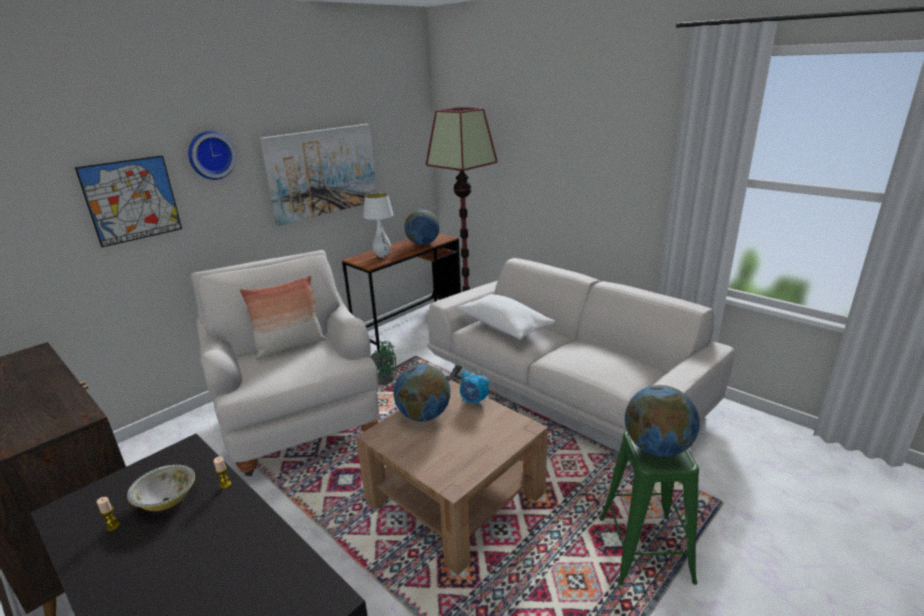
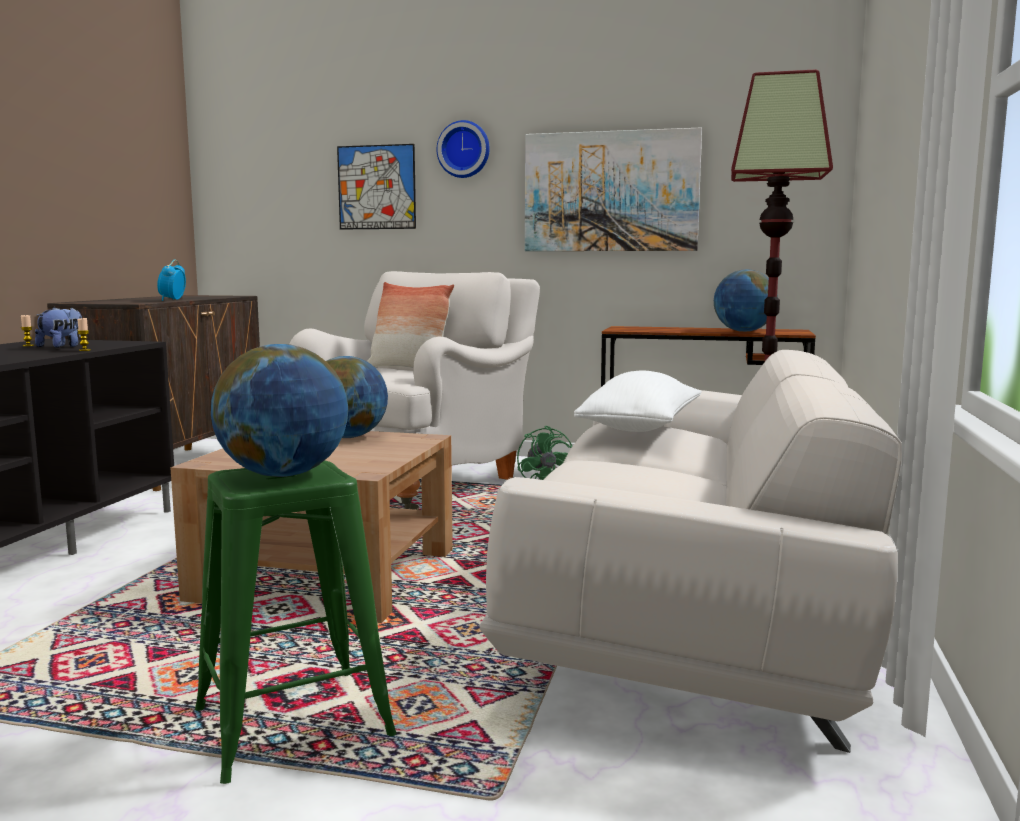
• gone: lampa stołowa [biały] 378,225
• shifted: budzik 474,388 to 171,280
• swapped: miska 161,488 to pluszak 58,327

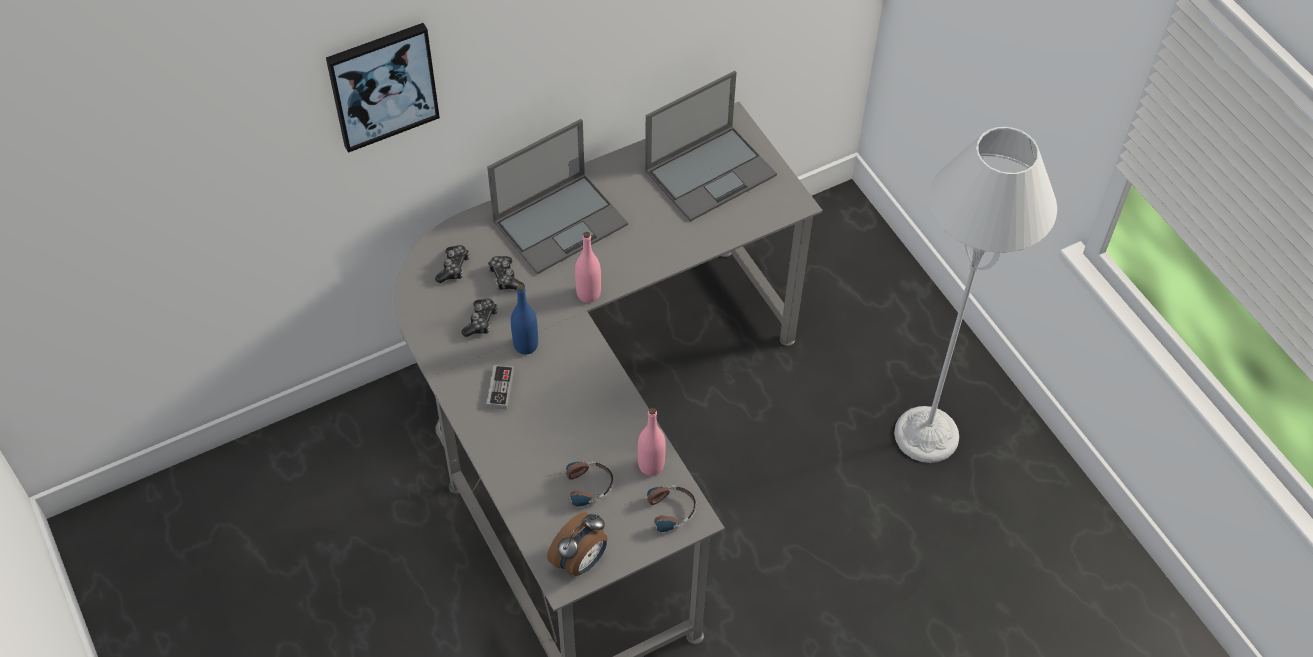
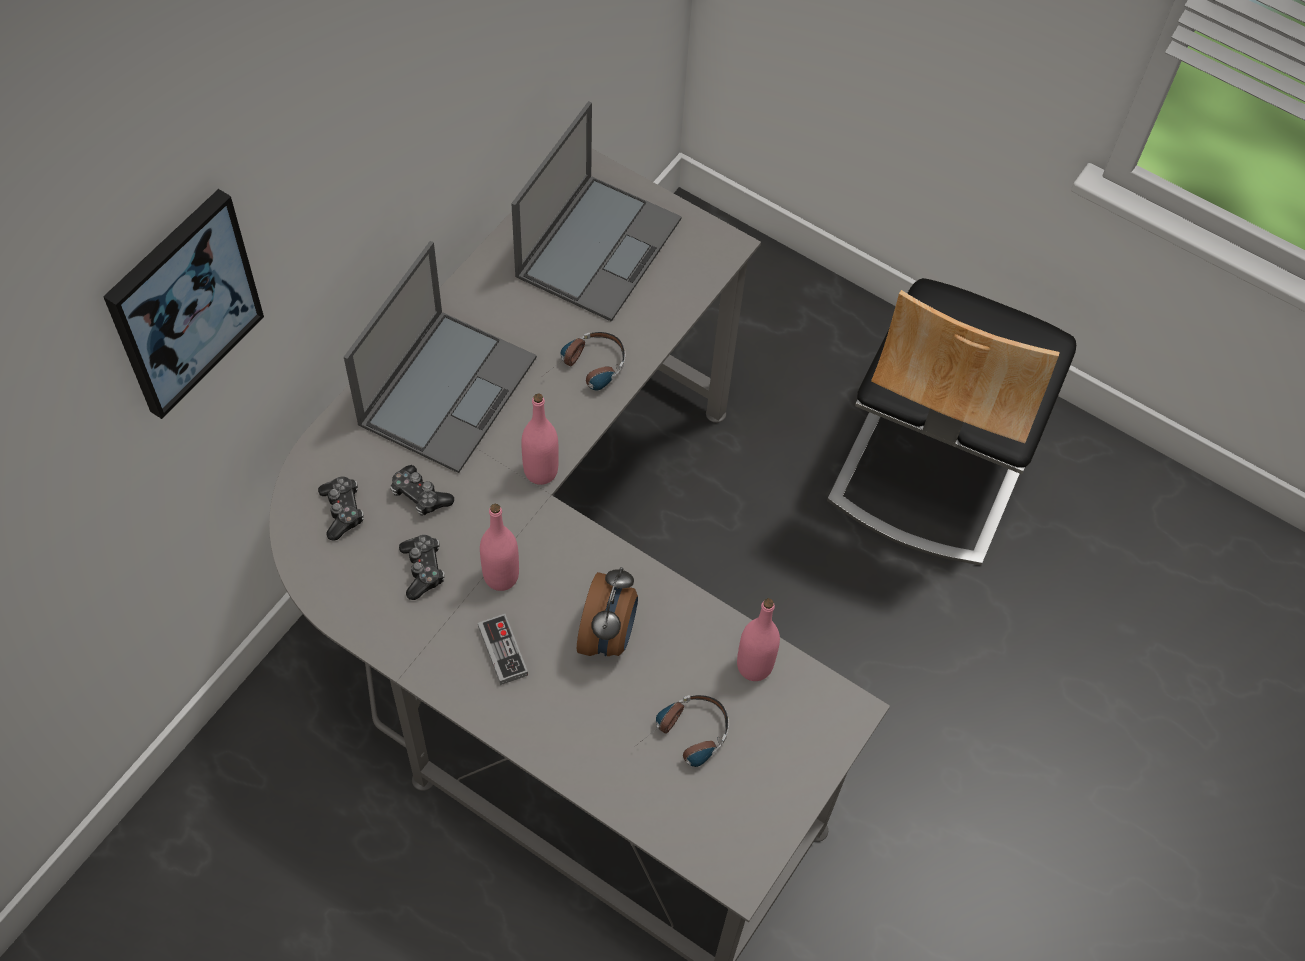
• swapped: lampa stojąca [szary] 975,295 to krzesło 951,421
• repainted: butelka [niebieski] 524,319 to butelka [różowy] 499,547
• shifted: słuchawki 661,508 to 585,361
• shifted: budzik 577,544 to 607,611

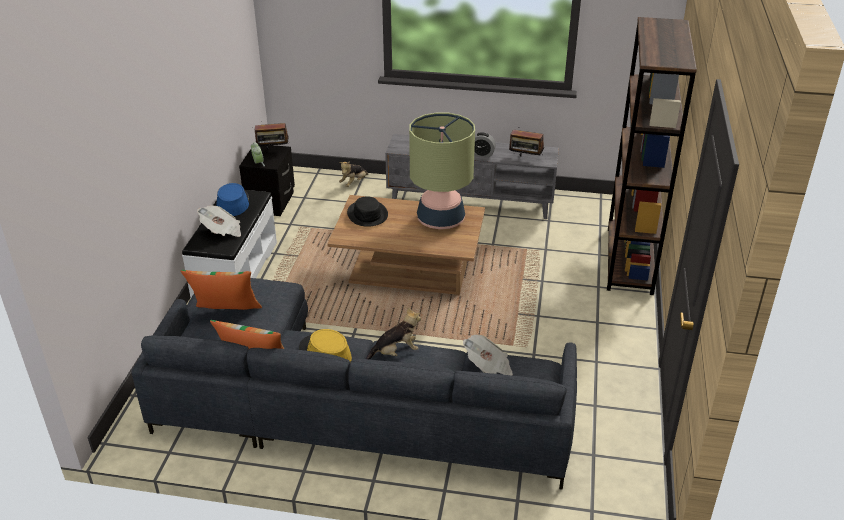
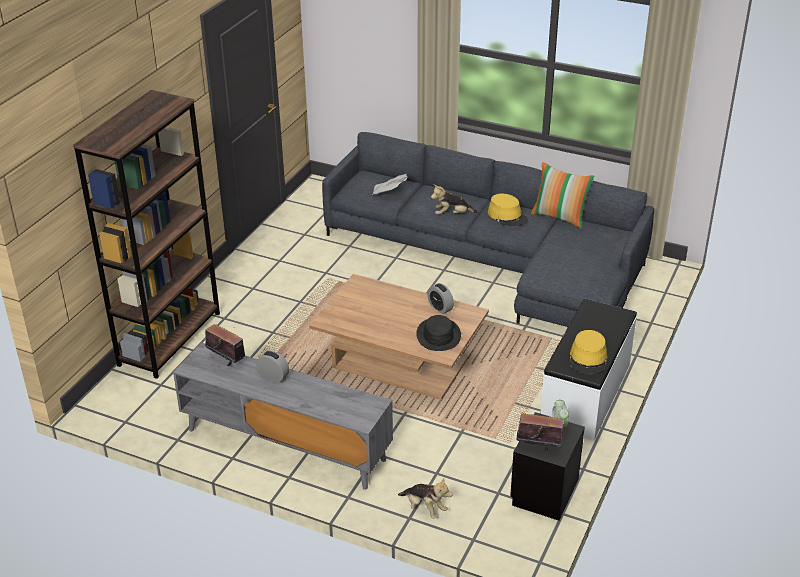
• gone: lampa stołowa 442,171
• rotated: pluszak 354,174 = 425,498 75 degrees clockwise
• repainted: kapelusz [niebieski] 232,199 to kapelusz [żółty] 589,352
• gone: gazeta 219,221
• gone: poduszka 221,290
• new: budzik 440,298

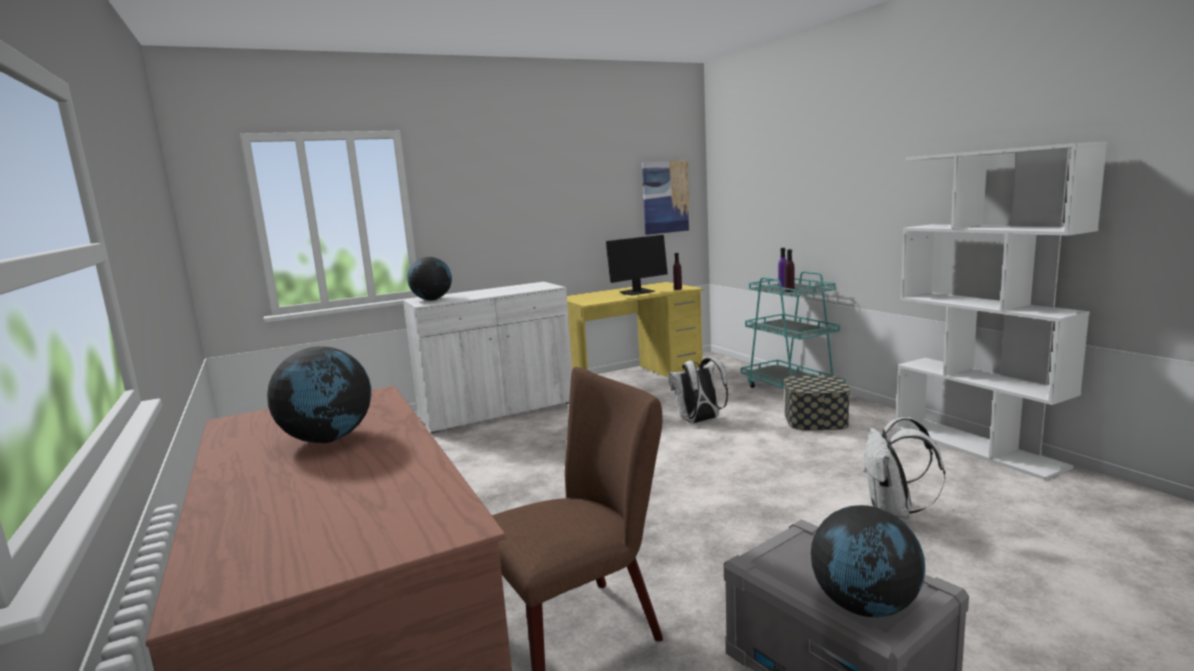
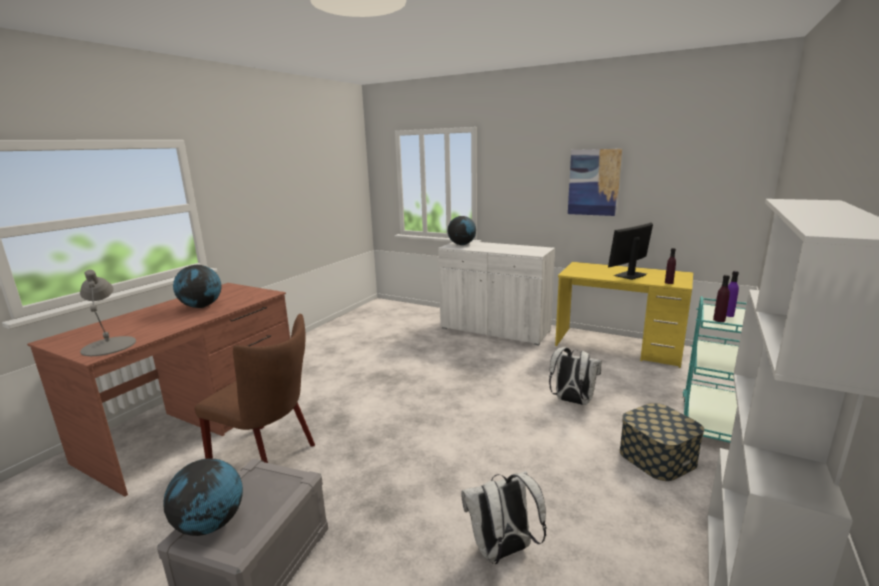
• shifted: obraz 666,197 to 595,182
• rotated: monitor 637,265 = 630,251 120 degrees clockwise
• new: lampa stołowa [szary] 108,313

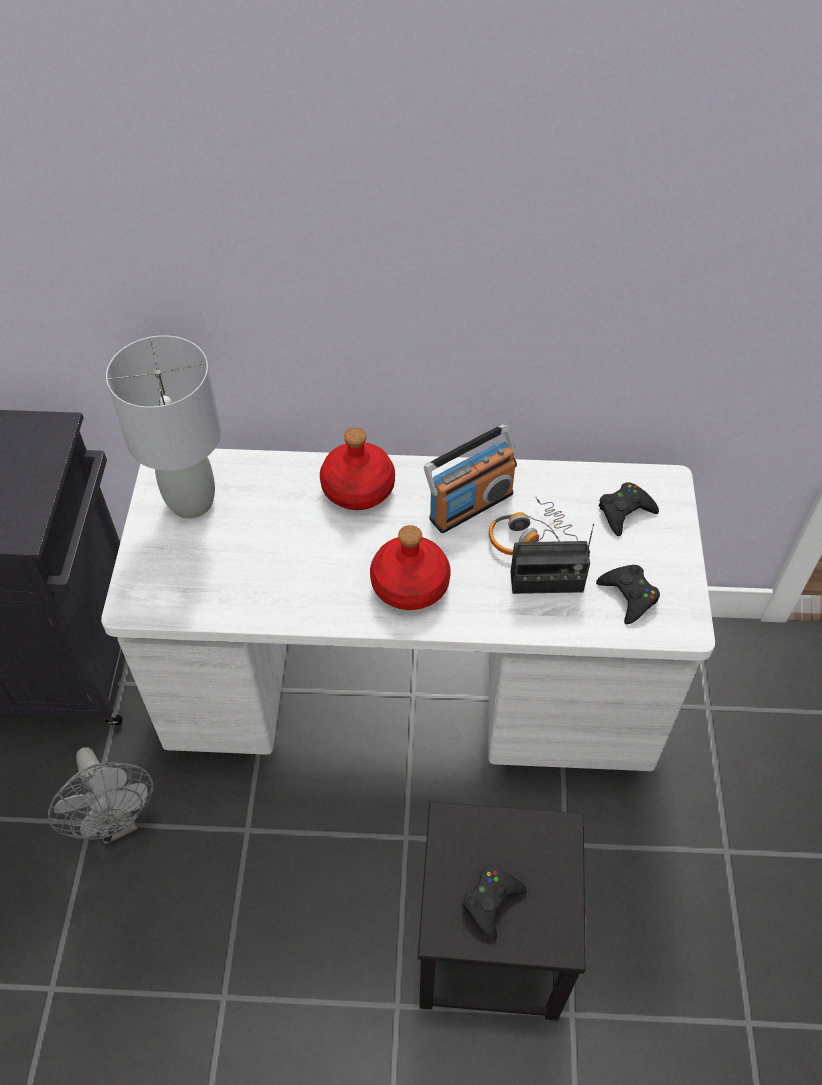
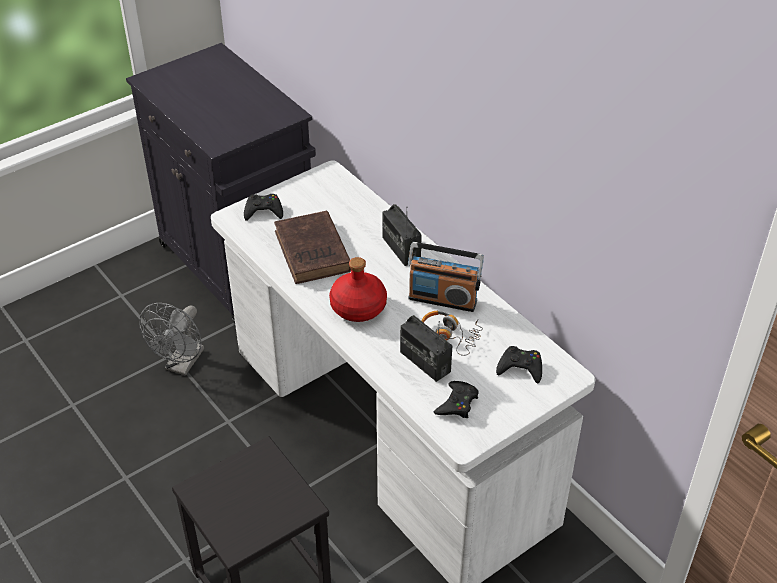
• gone: lampa stołowa [szary] 163,426
• swapped: butelka [czerwony] 357,469 to radio 402,235
• shifted: pad do gier [czarny] 494,904 to 263,207
• new: książka [brązowy] 312,247

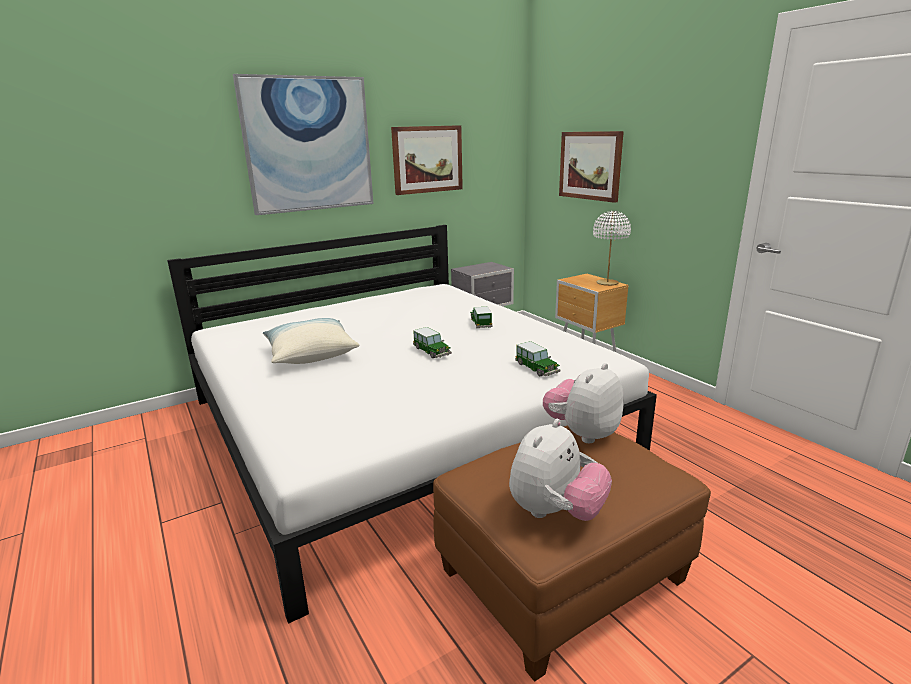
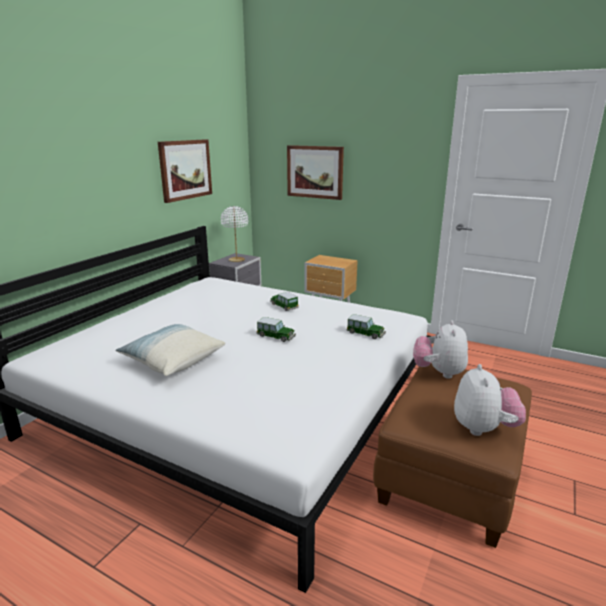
• gone: obraz 303,144
• shifted: lampa stołowa [biały] 612,248 to 234,234

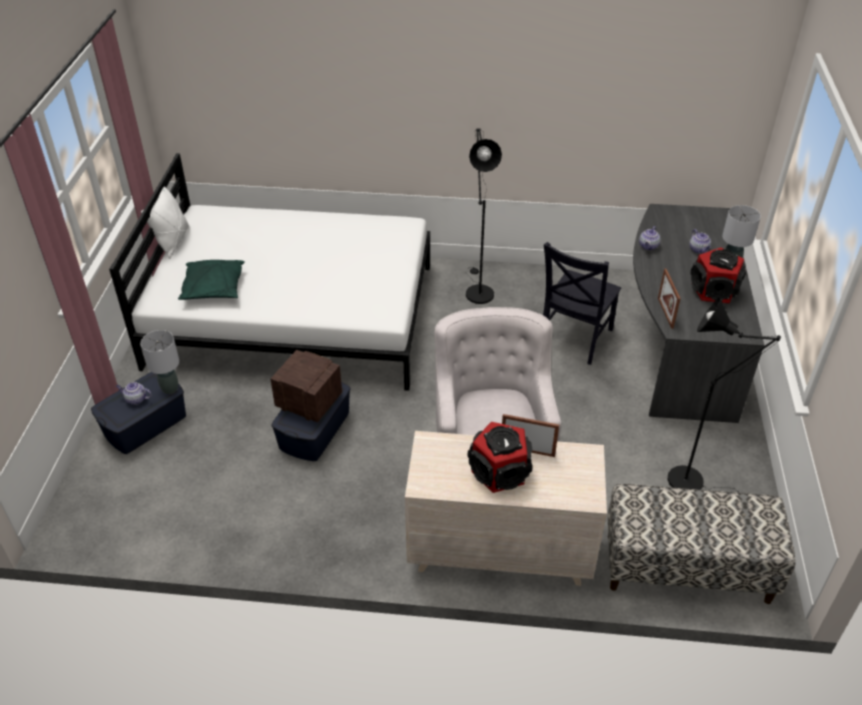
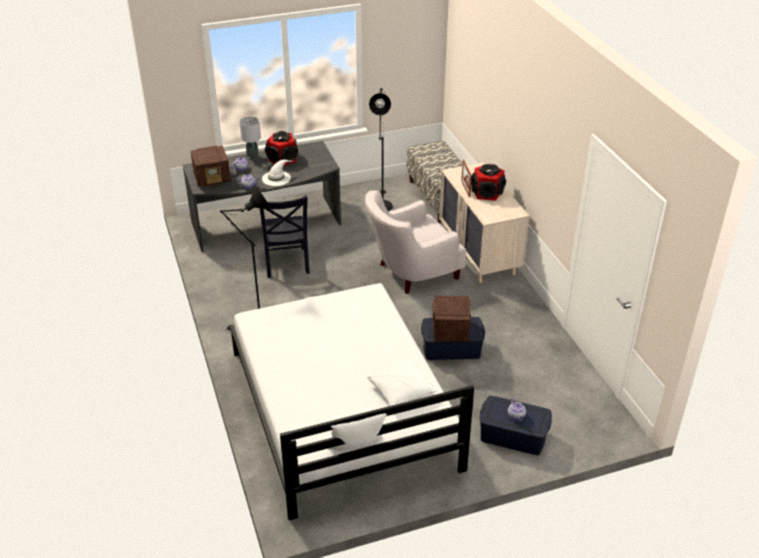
• rotated: krzesło [czarny] 582,303 = 285,236 75 degrees clockwise
• repainted: poduszka [zielony] 211,280 to poduszka [biały] 402,382
• gone: ramka na zdjęcie 669,298
• gone: lampa stołowa [szary] 160,362
• new: radio 211,166
• new: kapelusz [biały] 277,173

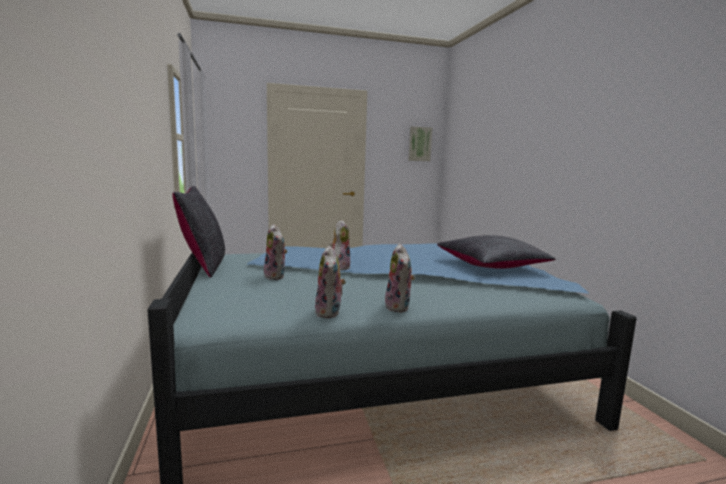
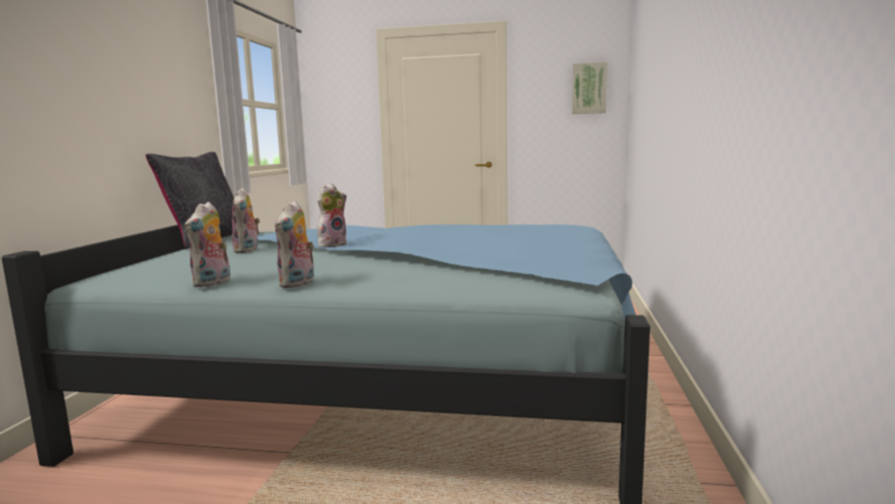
• gone: poduszka [czarny] 496,252

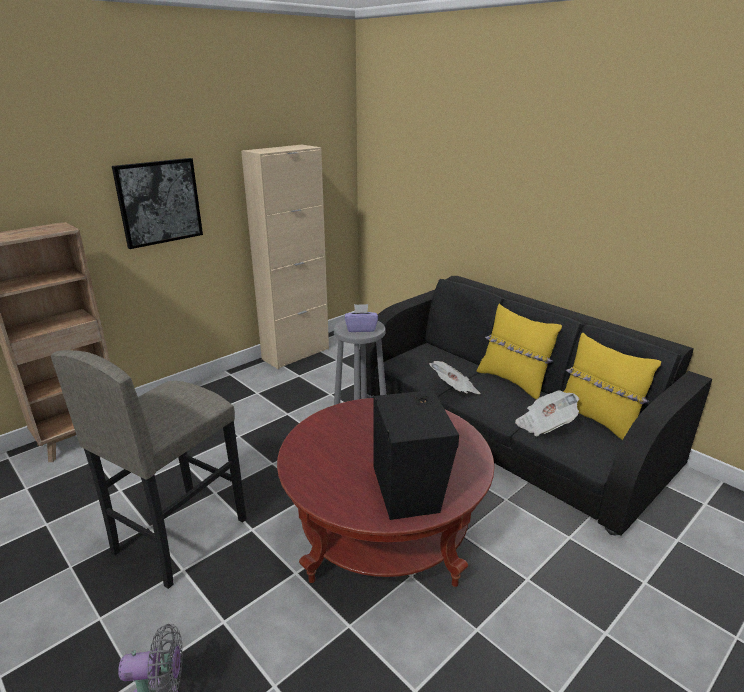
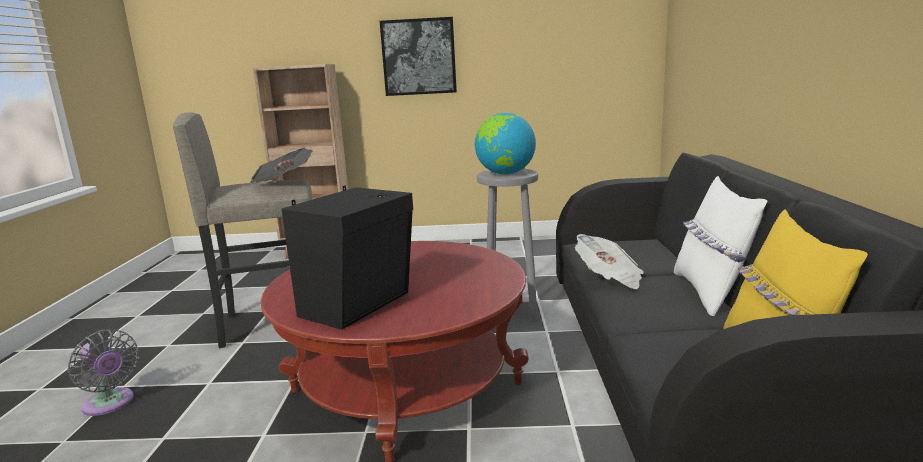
• gone: szafka [beżowy] 285,257
• repainted: poduszka [żółty] 519,351 to poduszka [biały] 720,246
• swapped: pudełko chusteczek [fioletowy] 361,318 to globus 505,144
• shifted: gazeta 547,413 to 280,165

